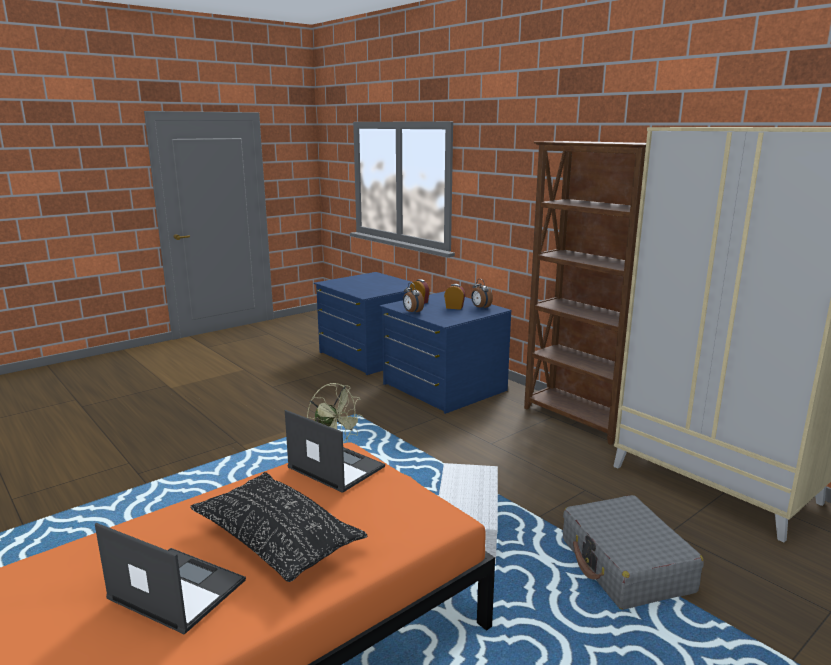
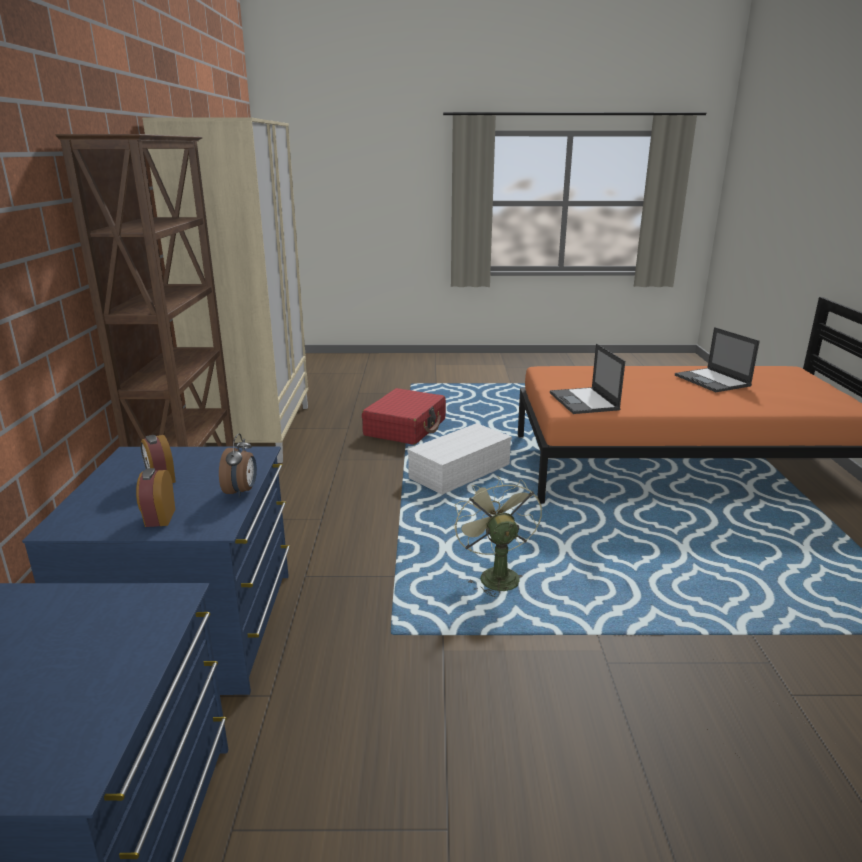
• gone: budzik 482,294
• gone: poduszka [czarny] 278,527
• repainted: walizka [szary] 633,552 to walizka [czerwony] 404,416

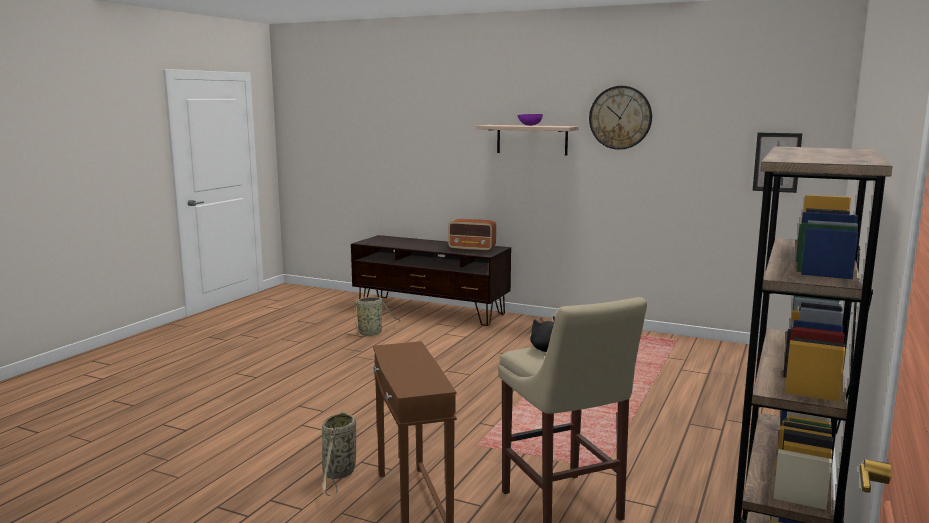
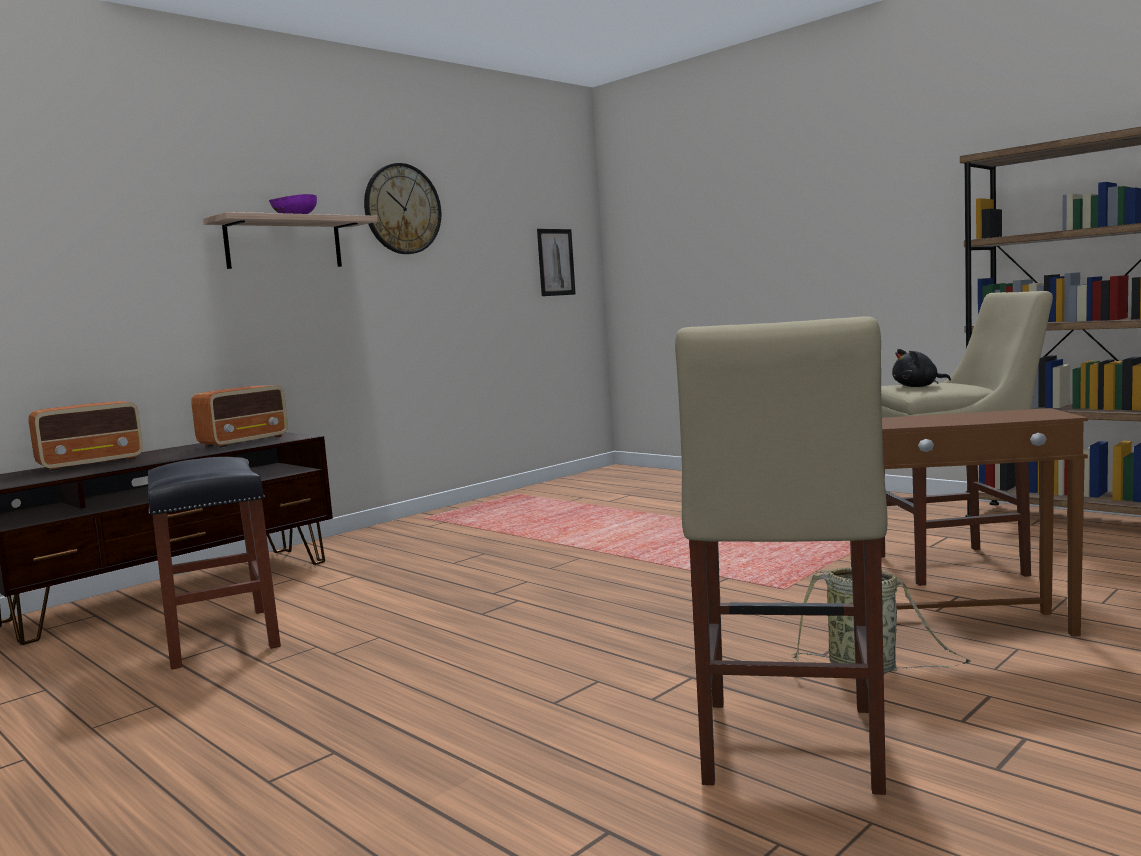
• swapped: koszyk 375,316 to stołek [czarny] 214,563
• new: stołek [beżowy] 781,556
• new: radio 86,436

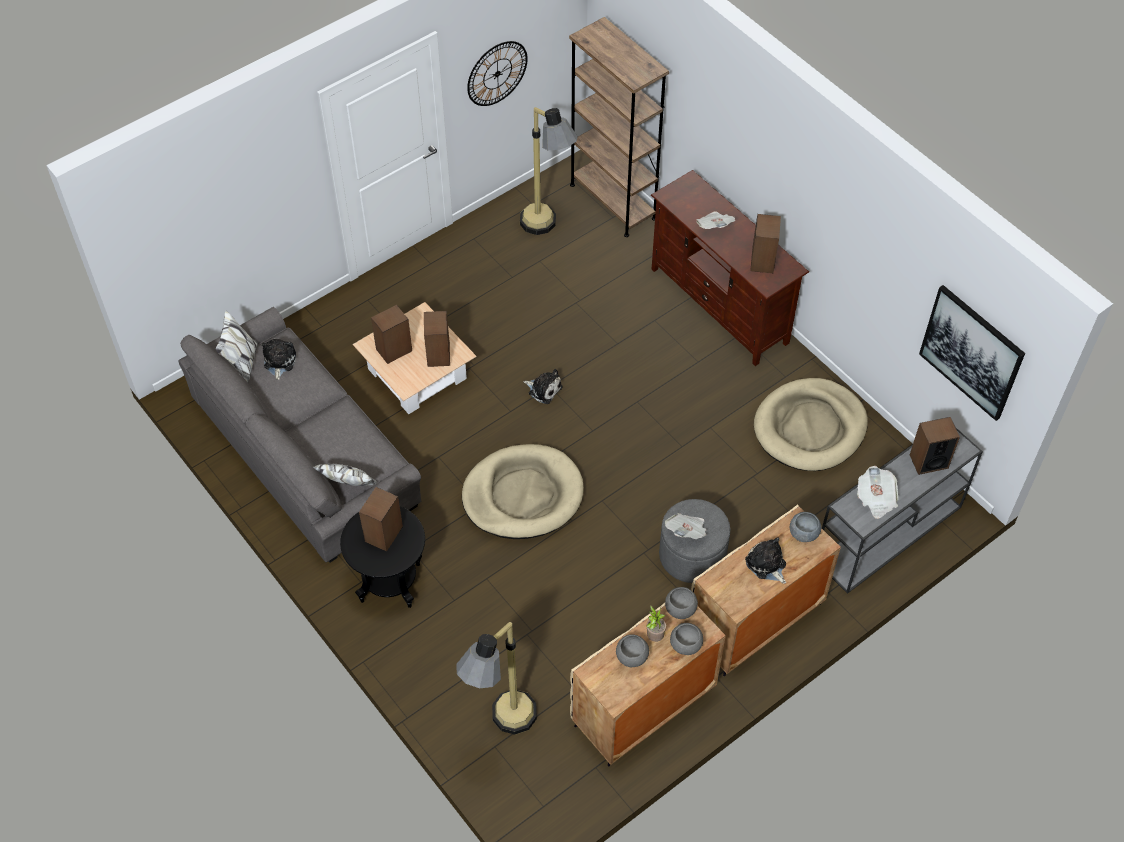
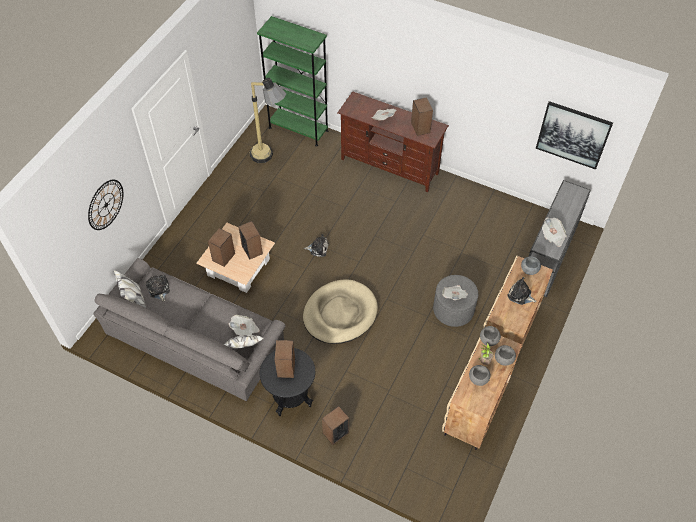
• repainted: regał [brązowy] 619,127 to regał [zielony] 292,81
• shifted: zegar ścienny 497,73 to 105,205
• gone: legowisko [beżowy] 811,424
• shifted: głośnik 935,446 to 335,425
• gone: lampa stojąca 496,678
• new: gazeta 244,325

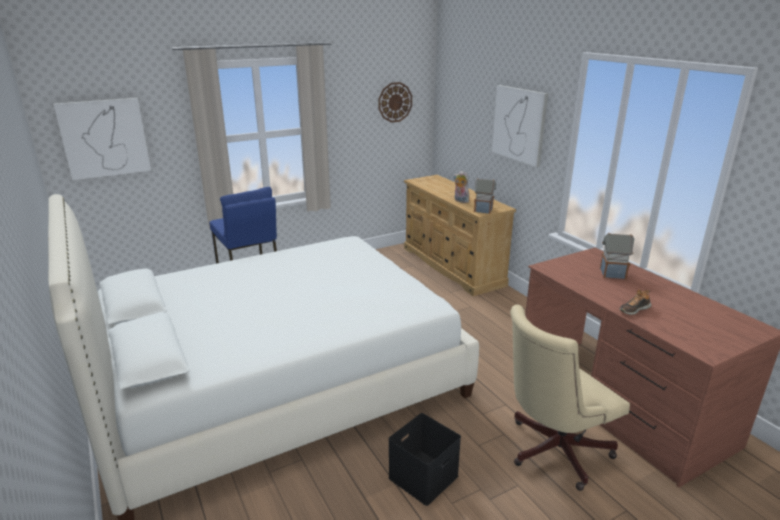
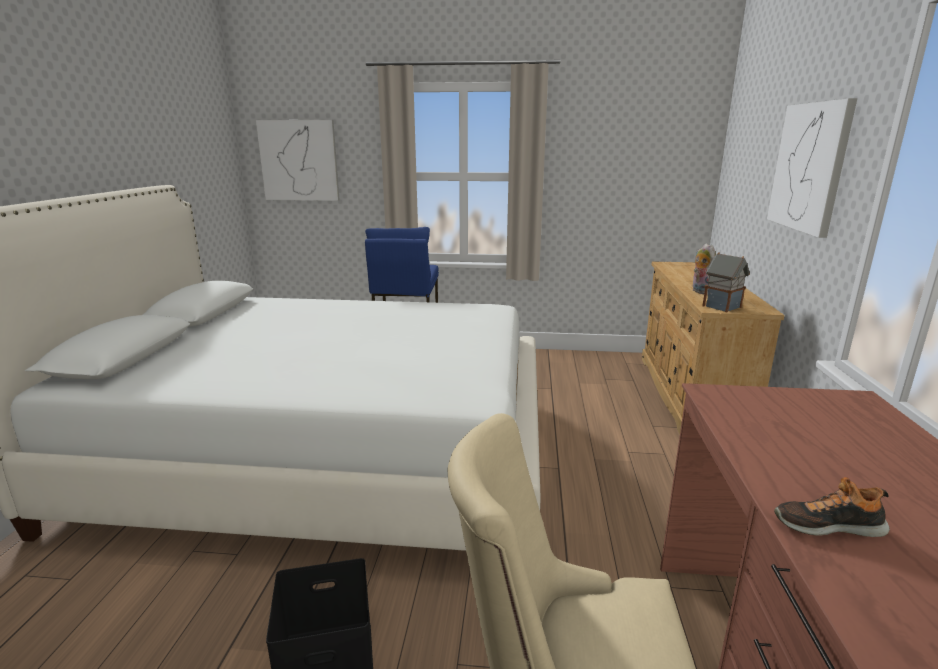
• gone: zegar ścienny 395,102
• gone: domek 617,256

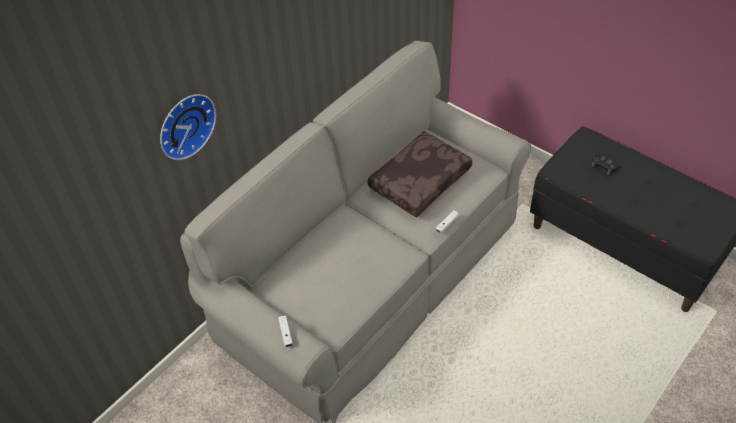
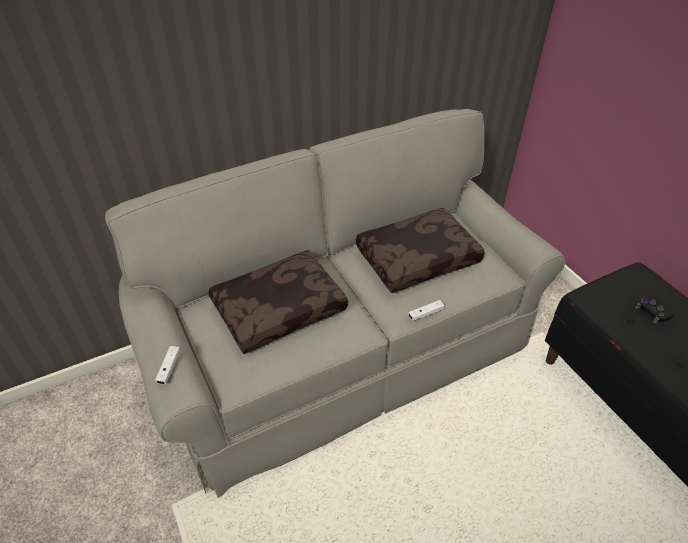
• gone: zegar ścienny 188,127
• new: poduszka [brązowy] 278,302

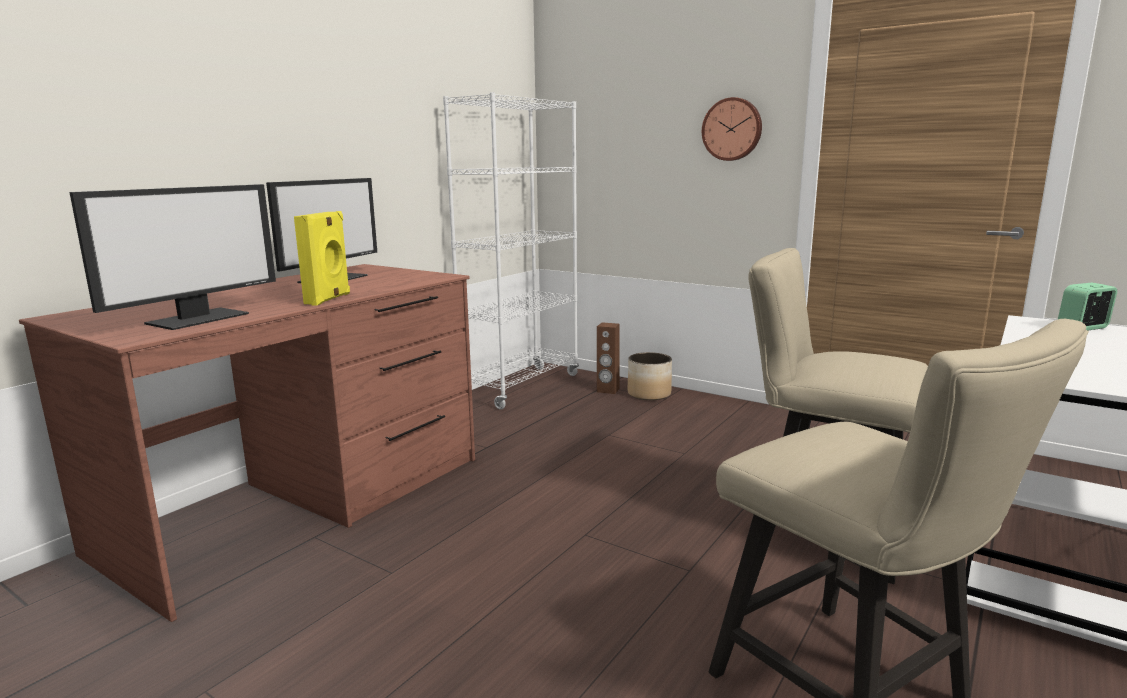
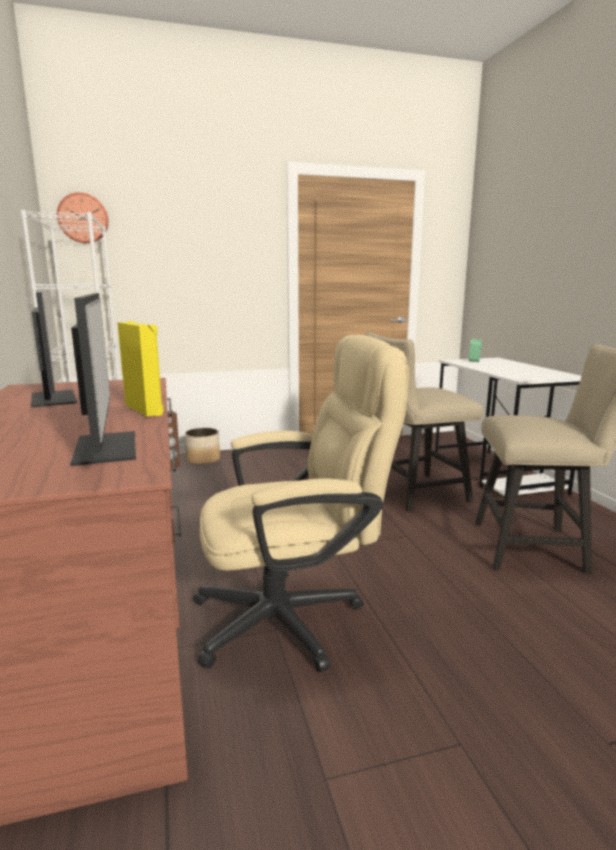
• shifted: zegar ścienny 732,129 to 83,217
• new: krzesło biurowe [beżowy] 301,504

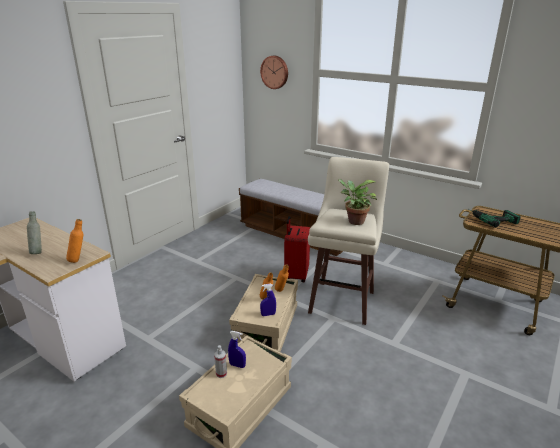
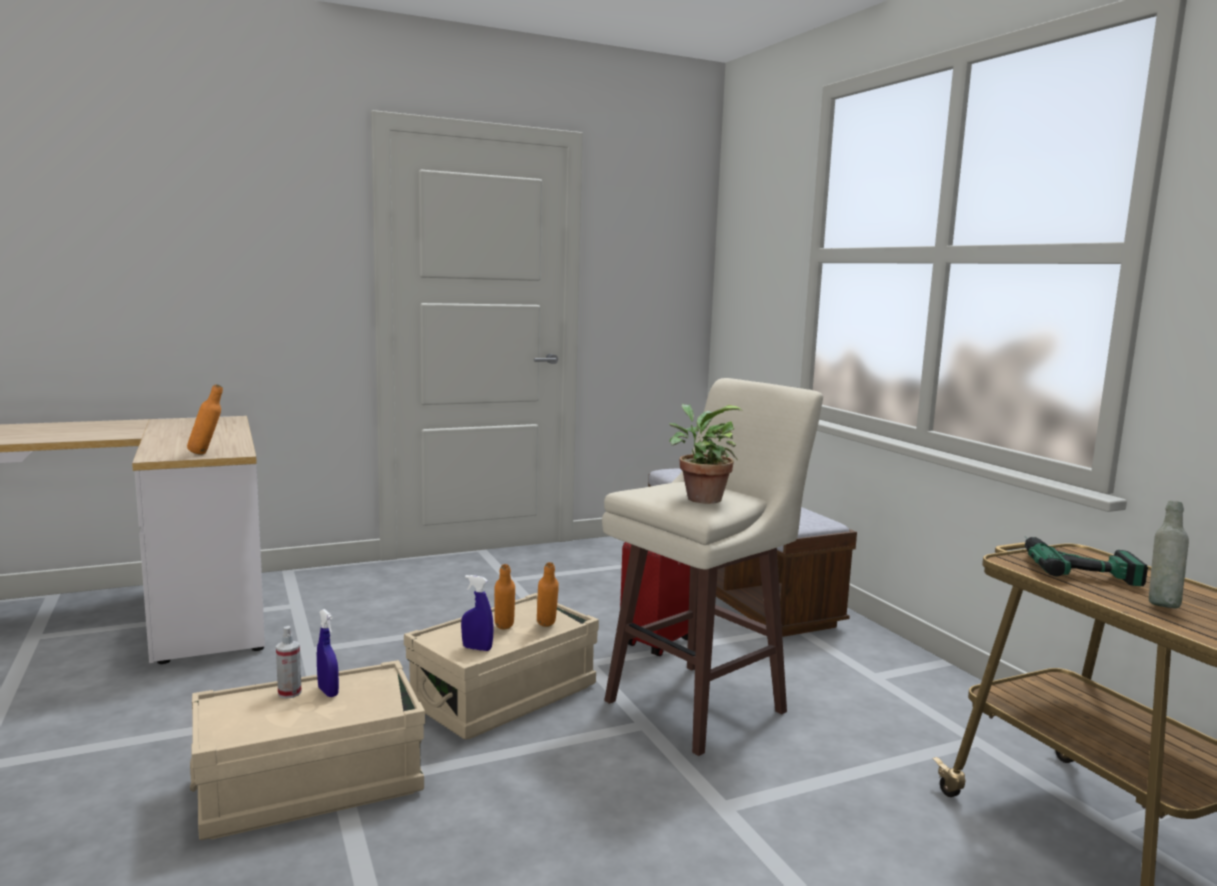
• gone: zegar ścienny 274,72
• shifted: butelka [szary] 34,232 to 1169,554

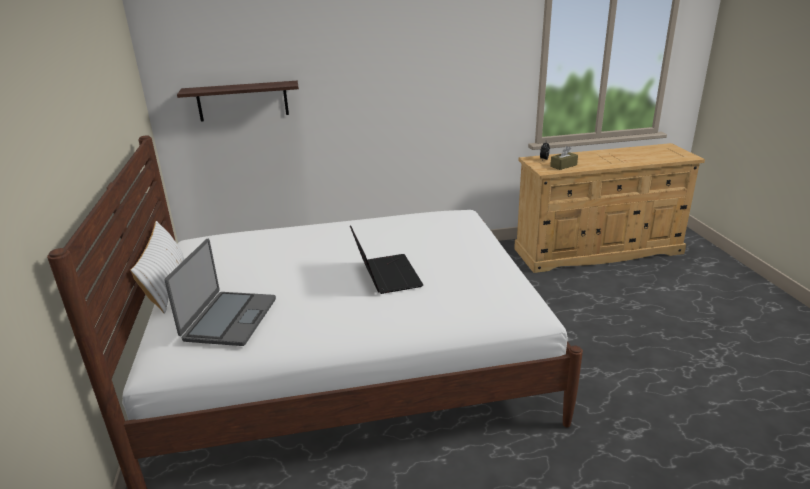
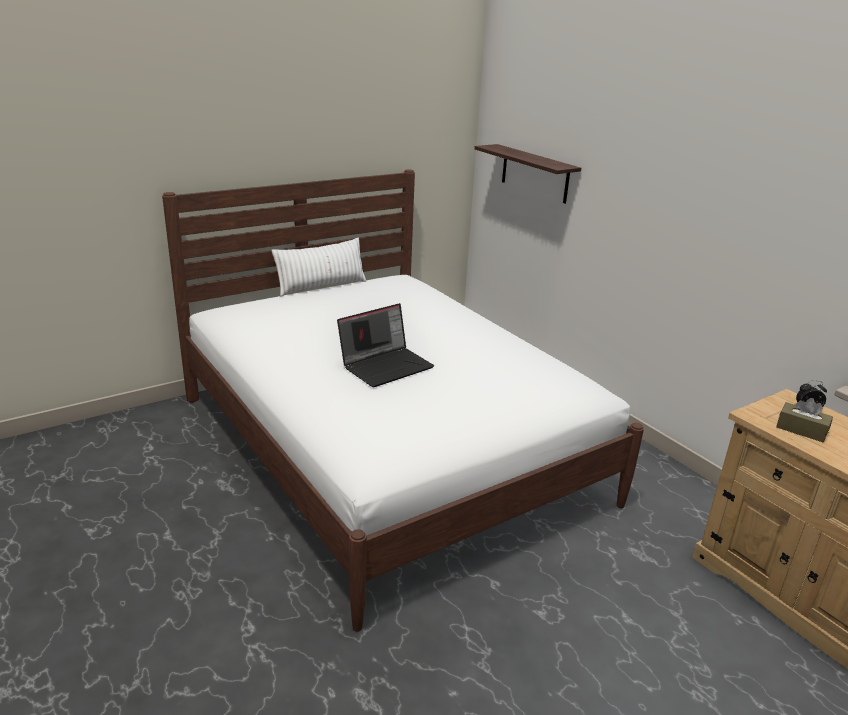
• gone: laptop 220,292

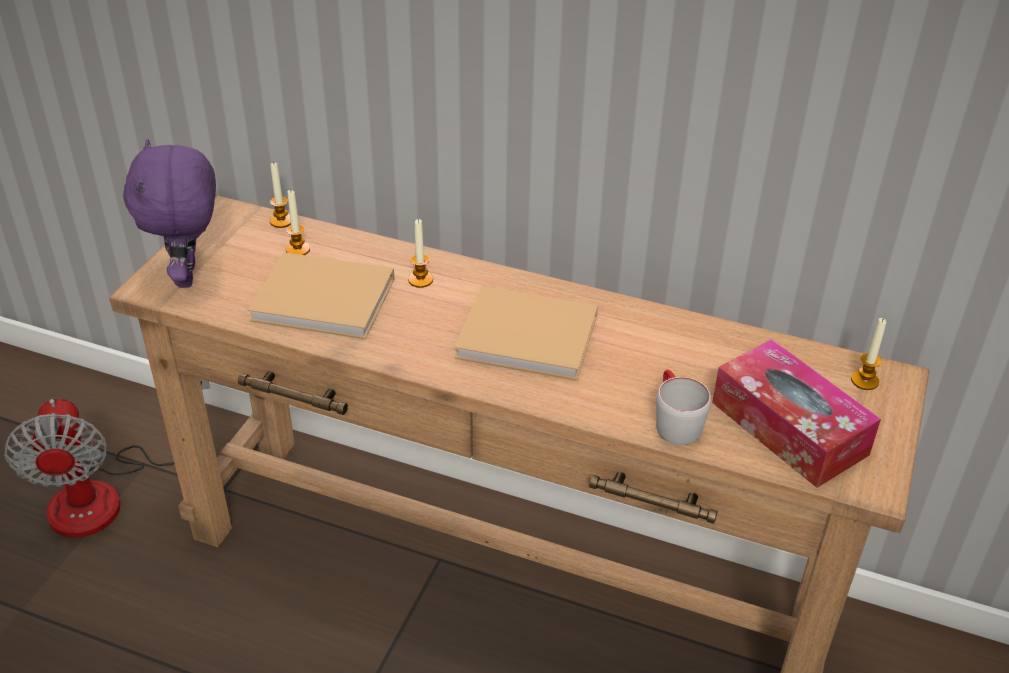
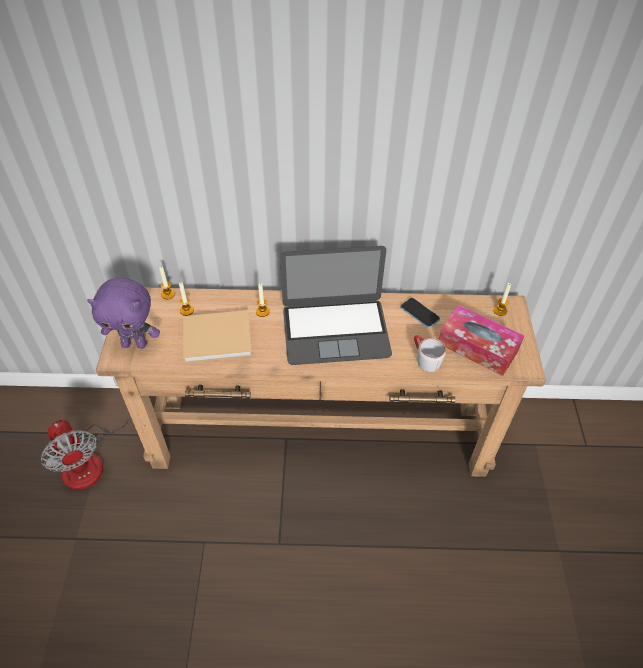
• rotated: pluszak [fioletowy] 169,213 = 123,313 60 degrees counterclockwise
• swapped: książka [beżowy] 526,333 to laptop 336,305
• new: telefon 420,313

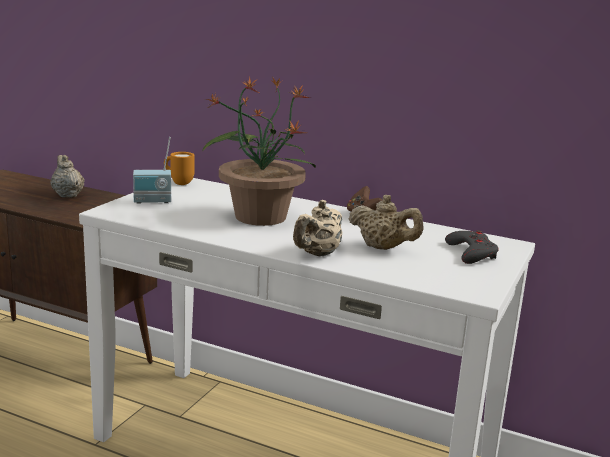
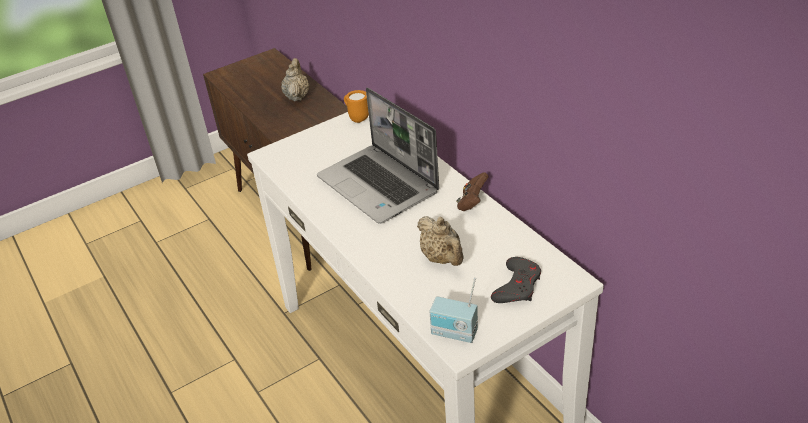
• swapped: roślina doniczkowa 259,151 to laptop 378,155
• shifted: radio 152,170 to 453,310
• gone: imbryk [beżowy] 317,228

